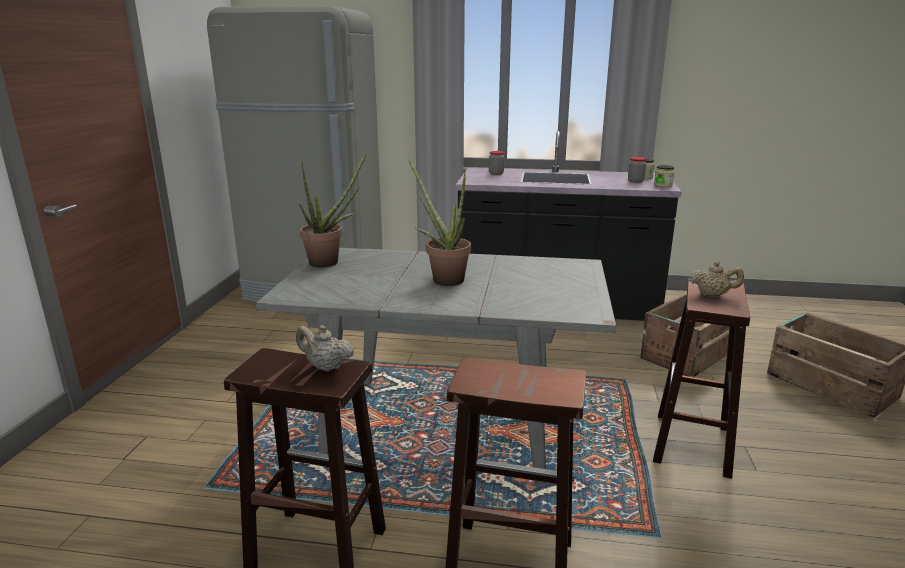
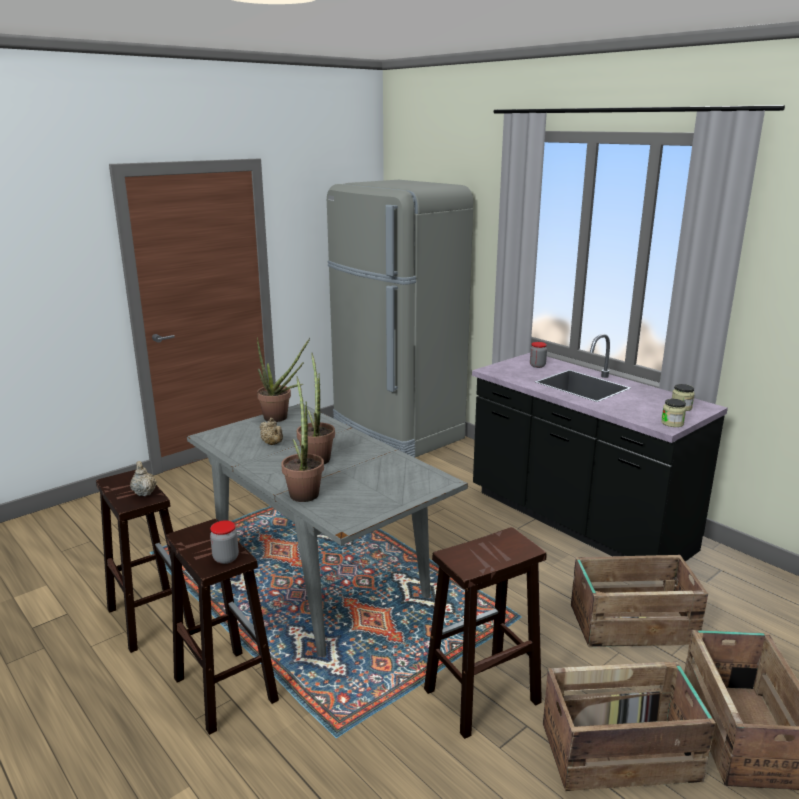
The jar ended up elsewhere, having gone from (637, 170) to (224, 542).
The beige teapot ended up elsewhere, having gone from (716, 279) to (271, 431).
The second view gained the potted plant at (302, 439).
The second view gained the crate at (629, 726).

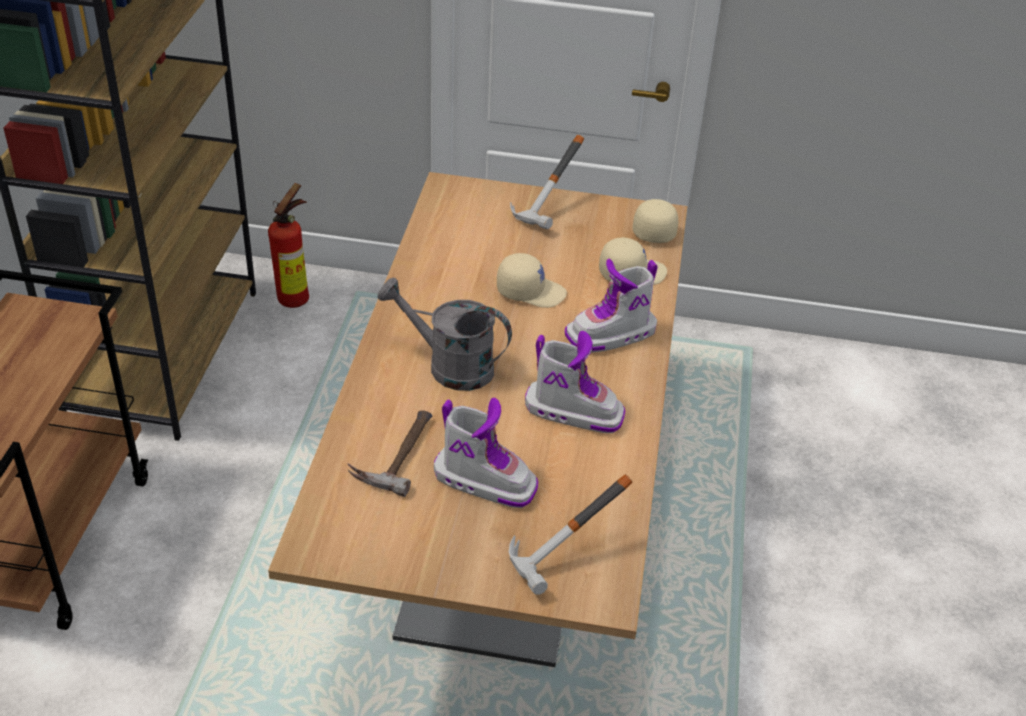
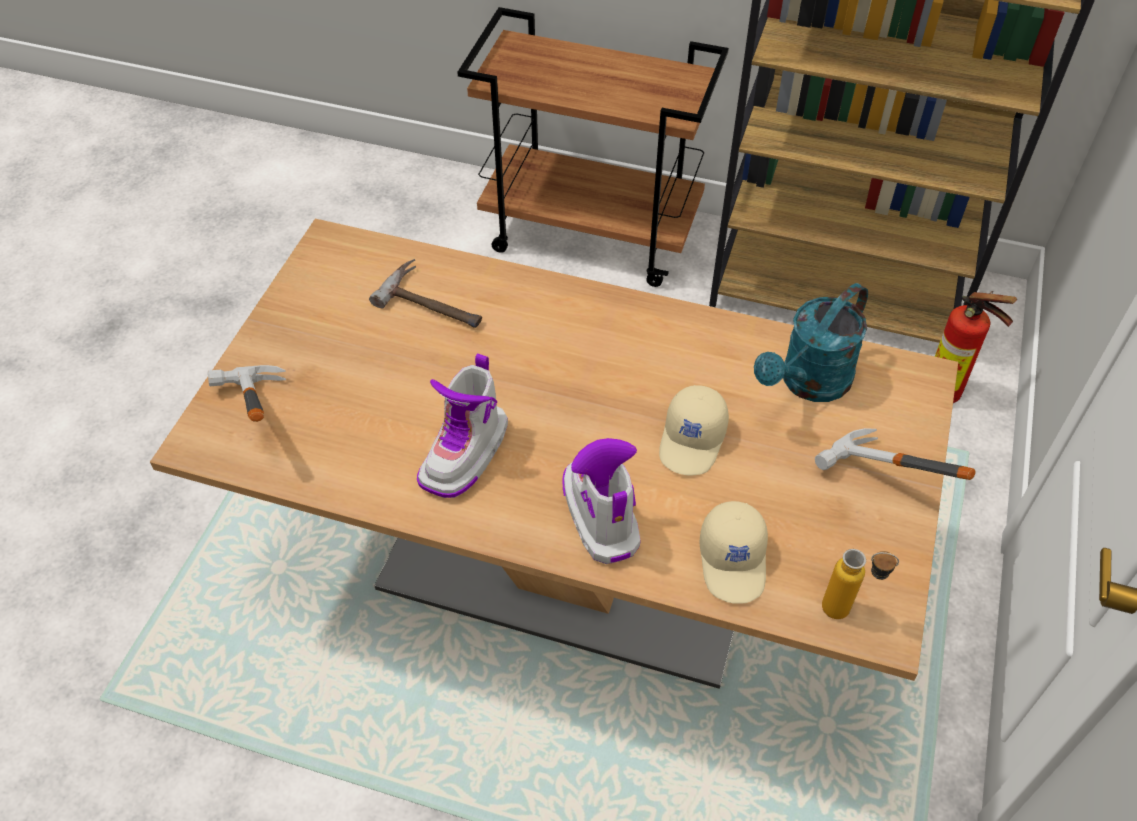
Where the beige cap stood at (655, 221), the bottle came to stand at (860, 584).
The second view lost the grey watering can at (444, 334).
The second view lost the boot at (486, 453).
The second view gained the turquoise watering can at (811, 342).

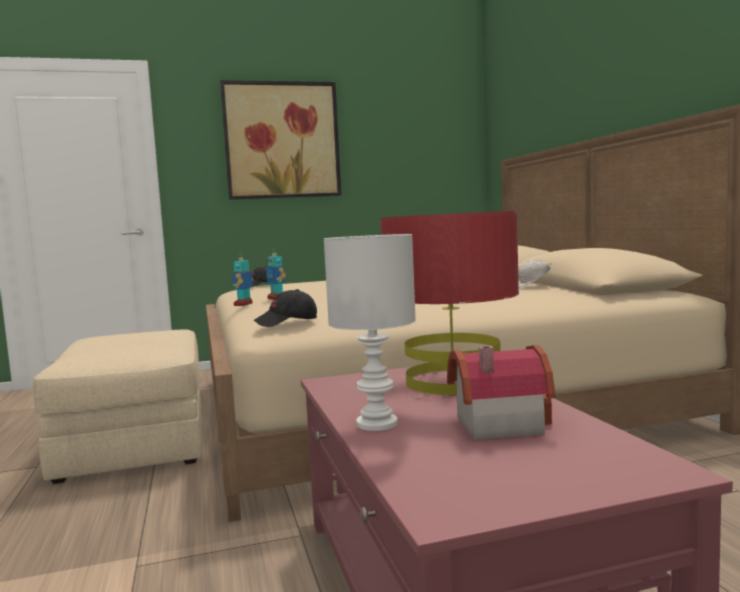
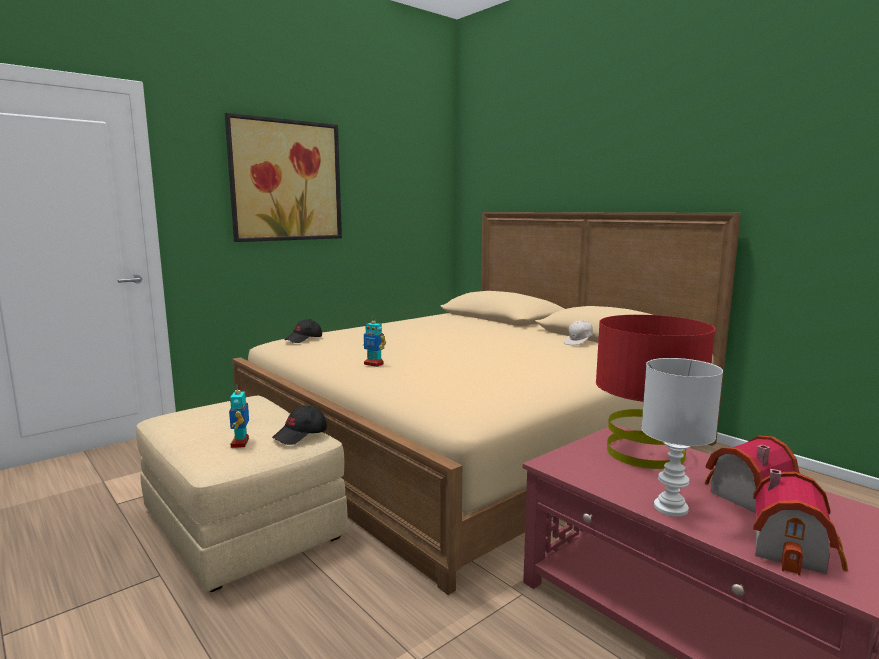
The toy robot ended up elsewhere, having gone from (242, 279) to (239, 416).
The black cap ended up elsewhere, having gone from (285, 308) to (299, 425).
The second view gained the toy house at (800, 522).

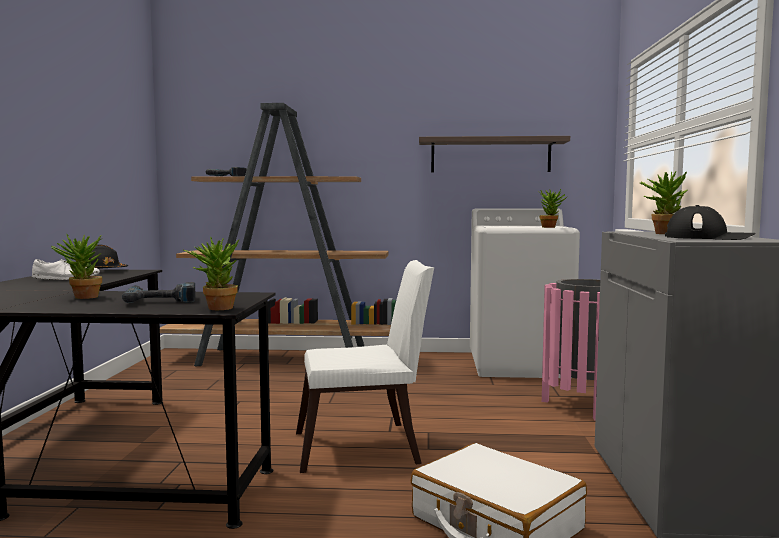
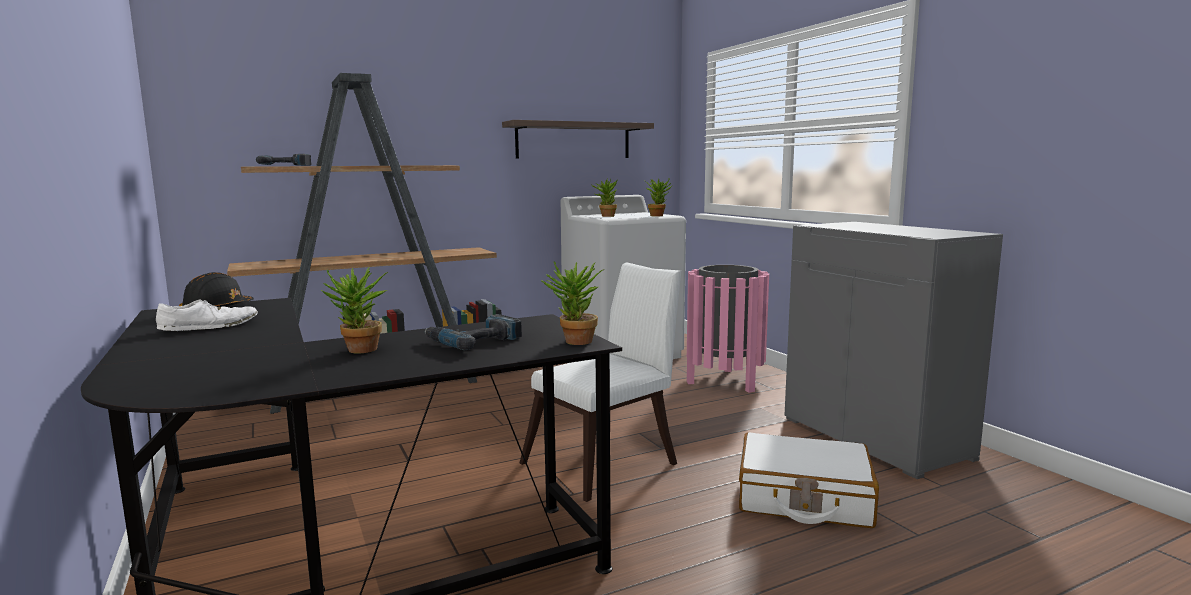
The potted plant ended up elsewhere, having gone from (663, 202) to (605, 197).
The second view lost the black cap at (710, 222).

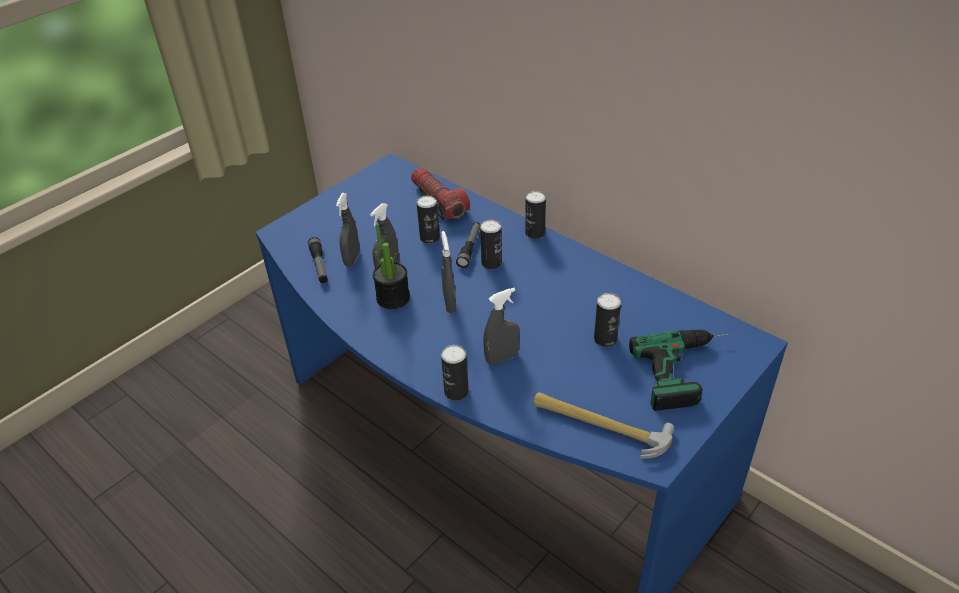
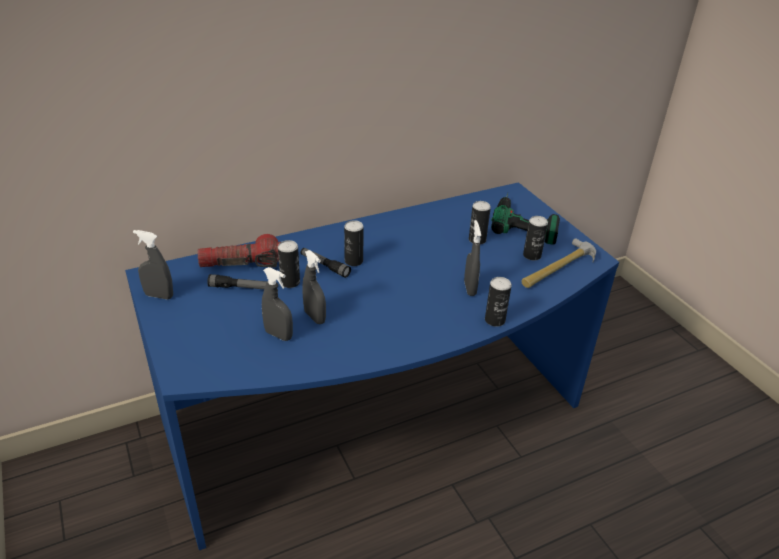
The can ended up elsewhere, having gone from (535, 215) to (535, 238).
The second view lost the potted plant at (391, 266).
The grey spray bottle ended up elsewhere, having gone from (448, 272) to (153, 265).
The flashlight ended up elsewhere, having gone from (317, 260) to (237, 281).

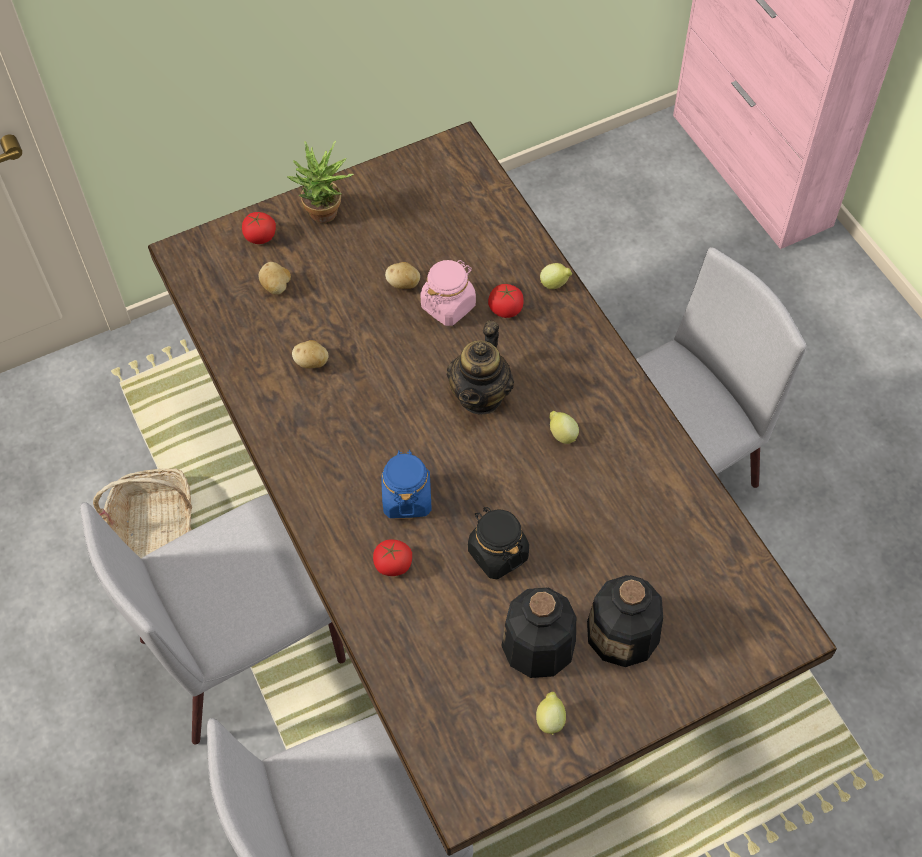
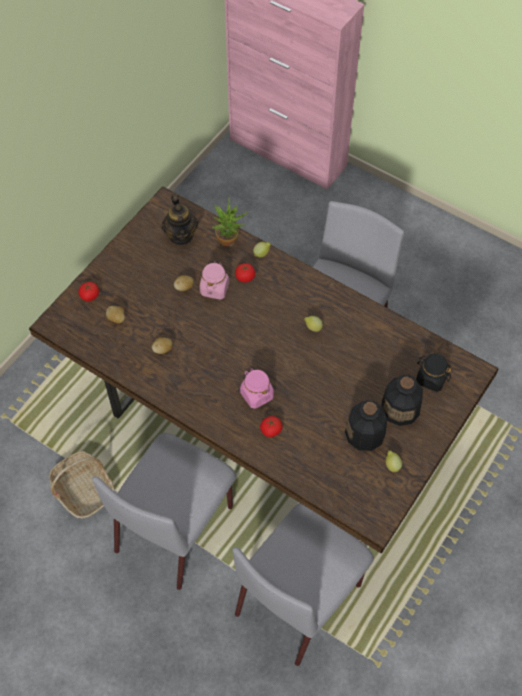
The potted plant ended up elsewhere, having gone from (320, 182) to (230, 222).
The teapot ended up elsewhere, having gone from (480, 367) to (180, 219).
What was the blue jar at (407, 484) turned into the pink jar at (257, 388).
The black jar ended up elsewhere, having gone from (498, 543) to (434, 372).

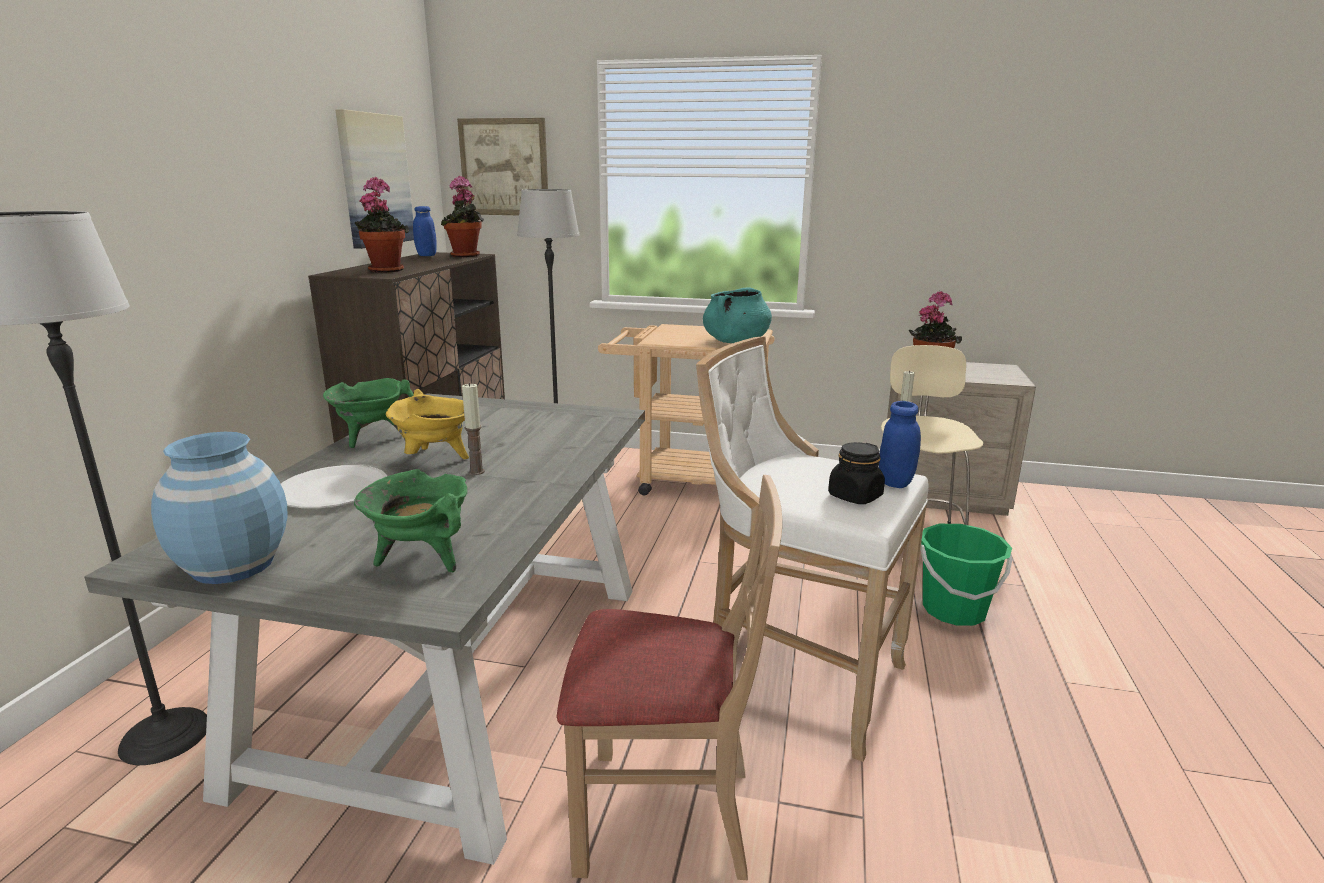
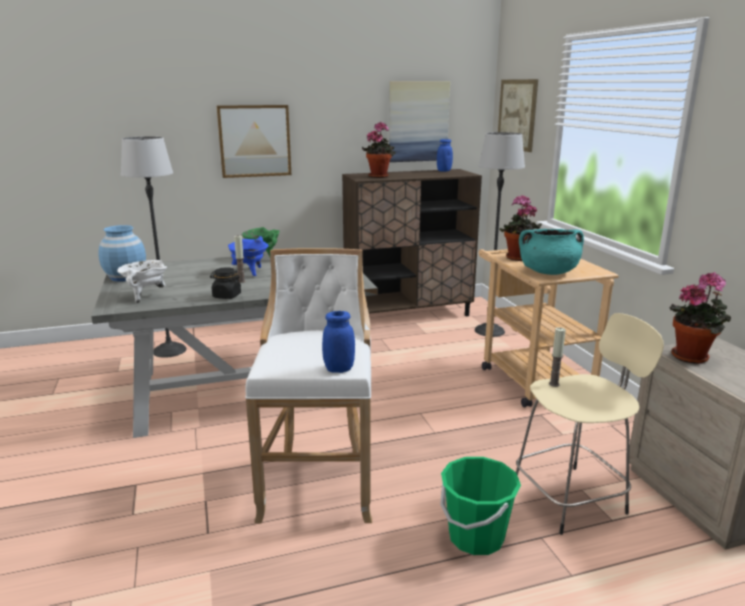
The potted plant ended up elsewhere, having gone from (462, 216) to (521, 228).
What was the yellow cooking pot at (427, 424) turned into the blue cooking pot at (248, 256).
The black jar ended up elsewhere, having gone from (856, 473) to (225, 283).
The second view lost the white plate at (334, 486).
What was the green cooking pot at (410, 520) turned into the white cooking pot at (142, 282).
The second view lost the beige chair at (669, 677).
The second view gained the picture at (254, 141).

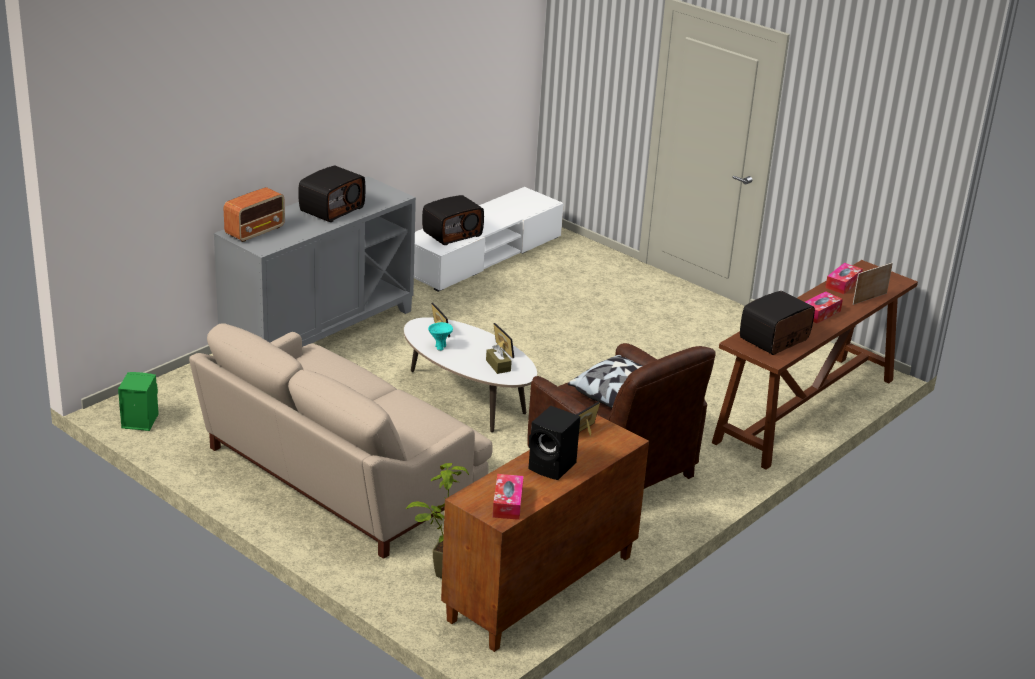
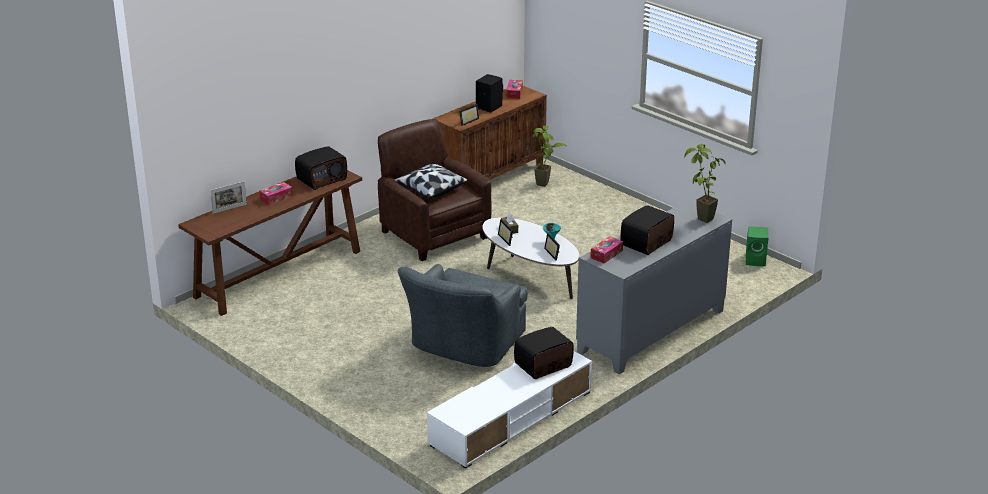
Where the radio stood at (254, 214), the potted plant came to stand at (705, 183).
The tissue box ended up elsewhere, having gone from (844, 278) to (606, 249).
The second view lost the beige sofa at (341, 441).
The second view gained the grey armchair at (463, 315).

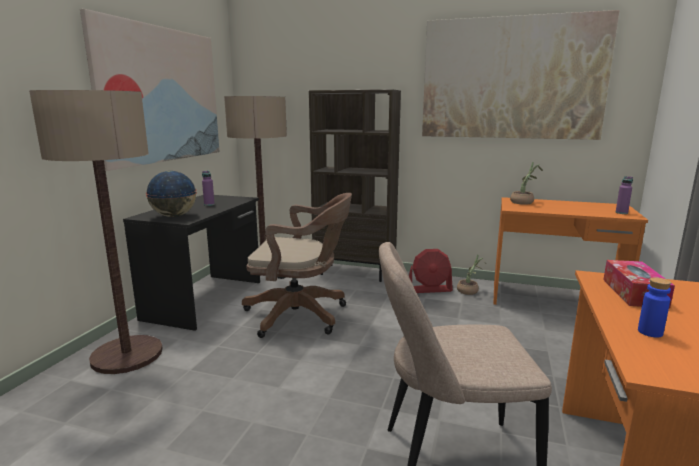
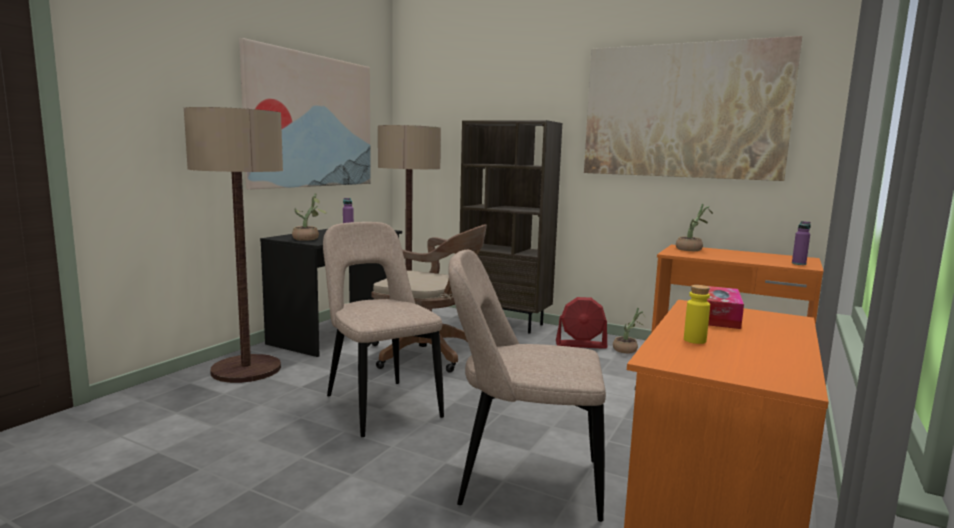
Where the globe stood at (171, 194), the potted plant came to stand at (309, 217).
What was the blue bottle at (654, 307) turned into the yellow bottle at (697, 314).
The second view gained the beige chair at (383, 329).

